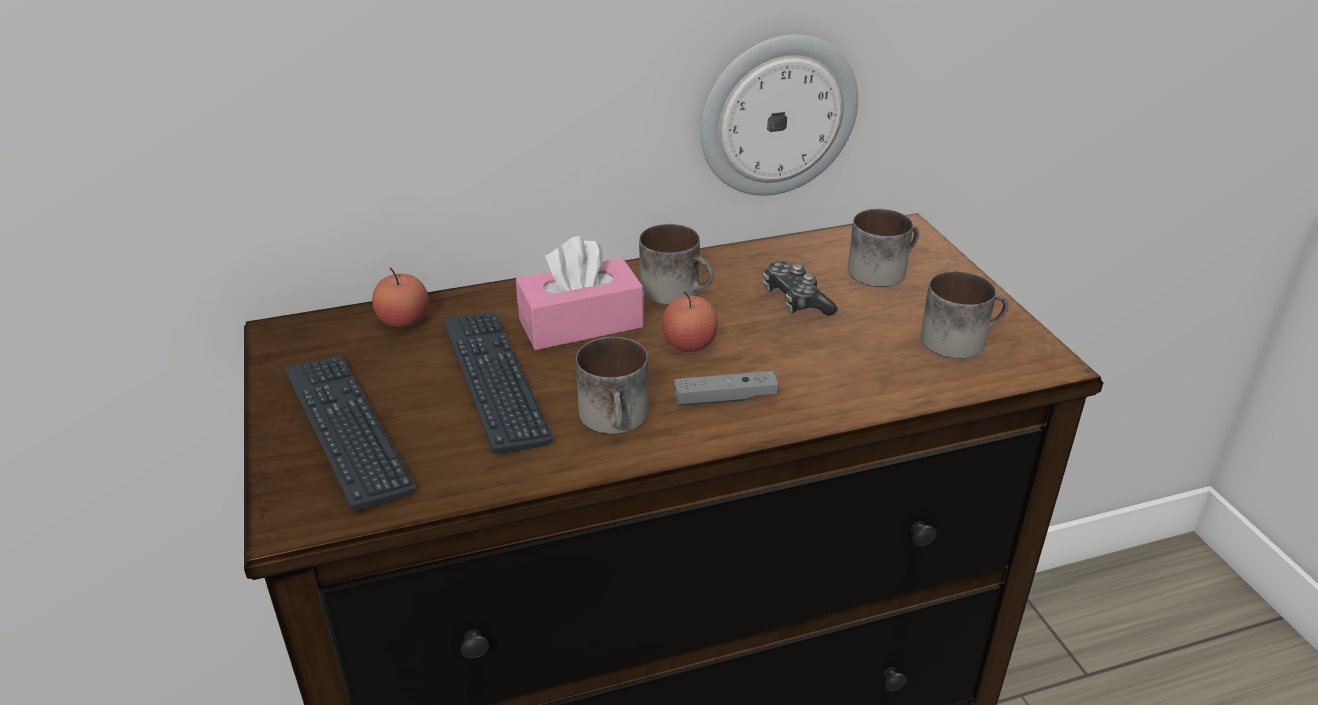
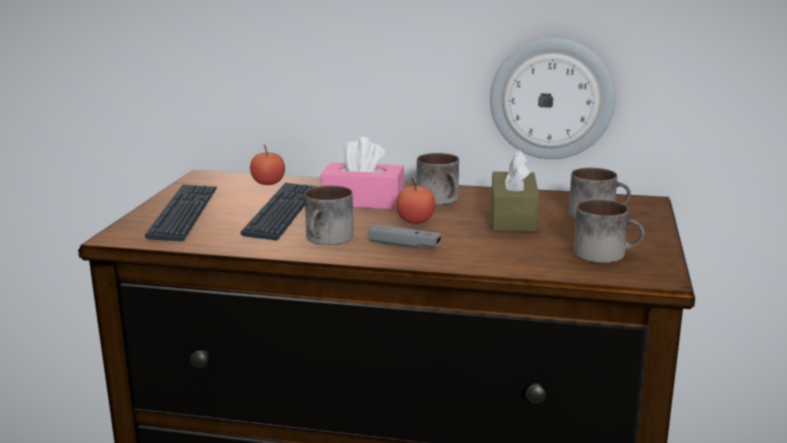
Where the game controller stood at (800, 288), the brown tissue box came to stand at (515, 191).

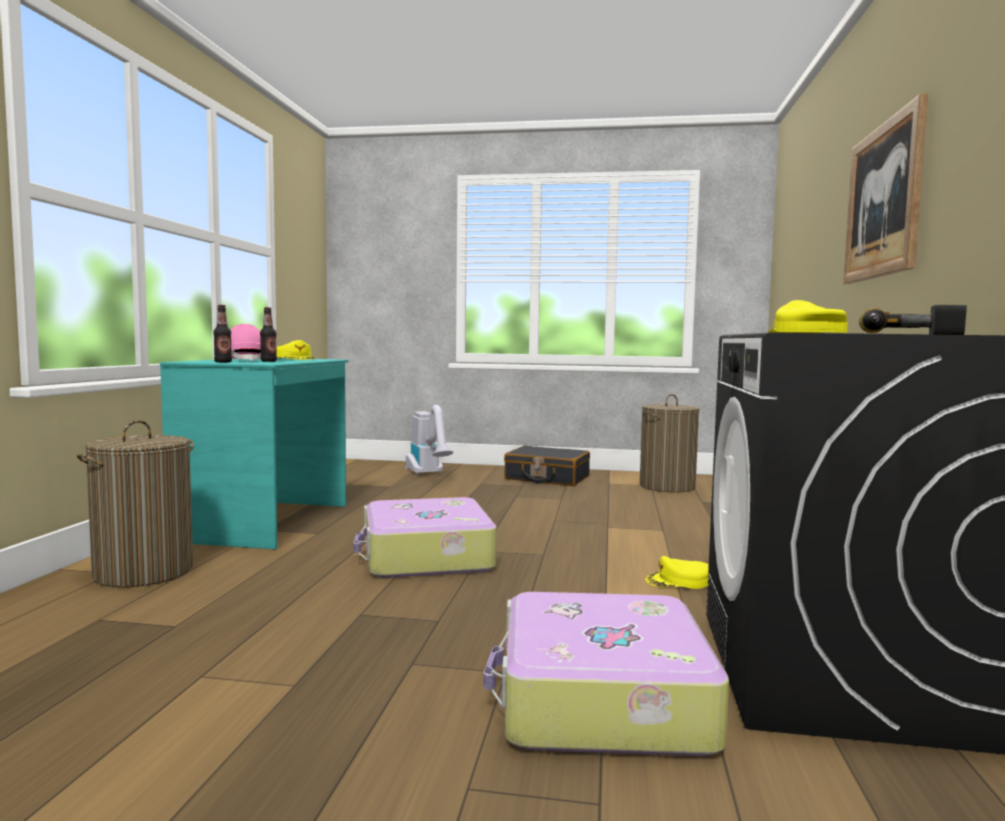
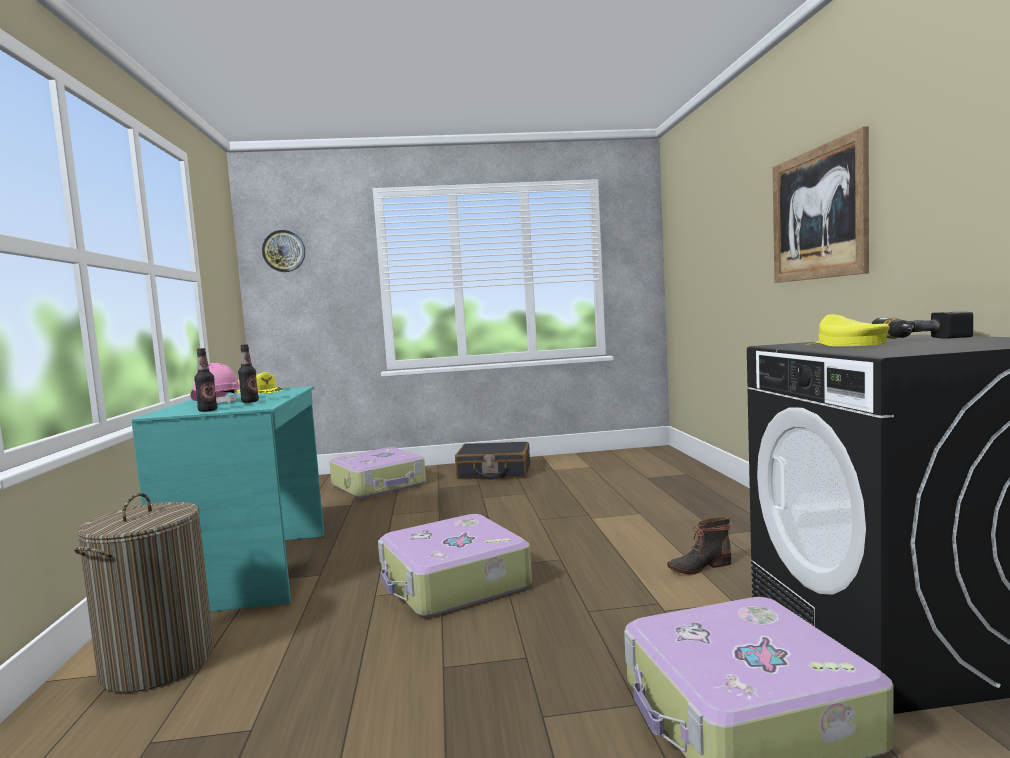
The second view lost the laundry basket at (669, 443).
Where the vacuum cleaner stood at (429, 440), the suitcase came to stand at (378, 472).
Where the yellow cap stood at (677, 572), the boot came to stand at (699, 546).
The second view gained the wall clock at (283, 251).

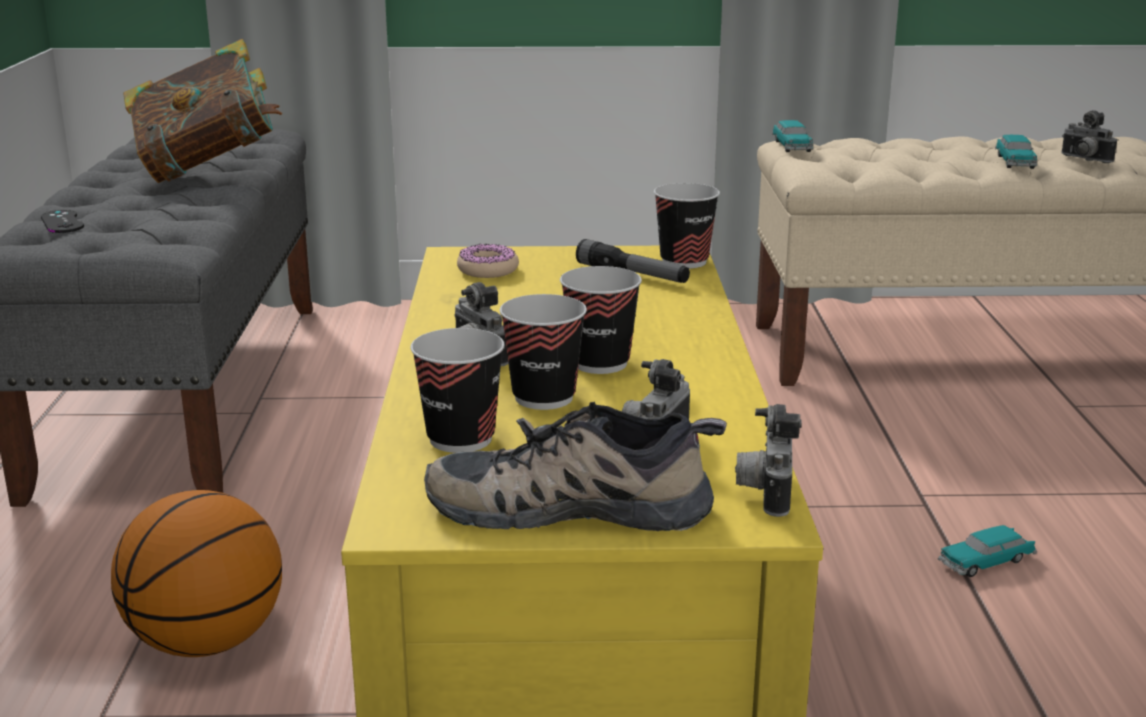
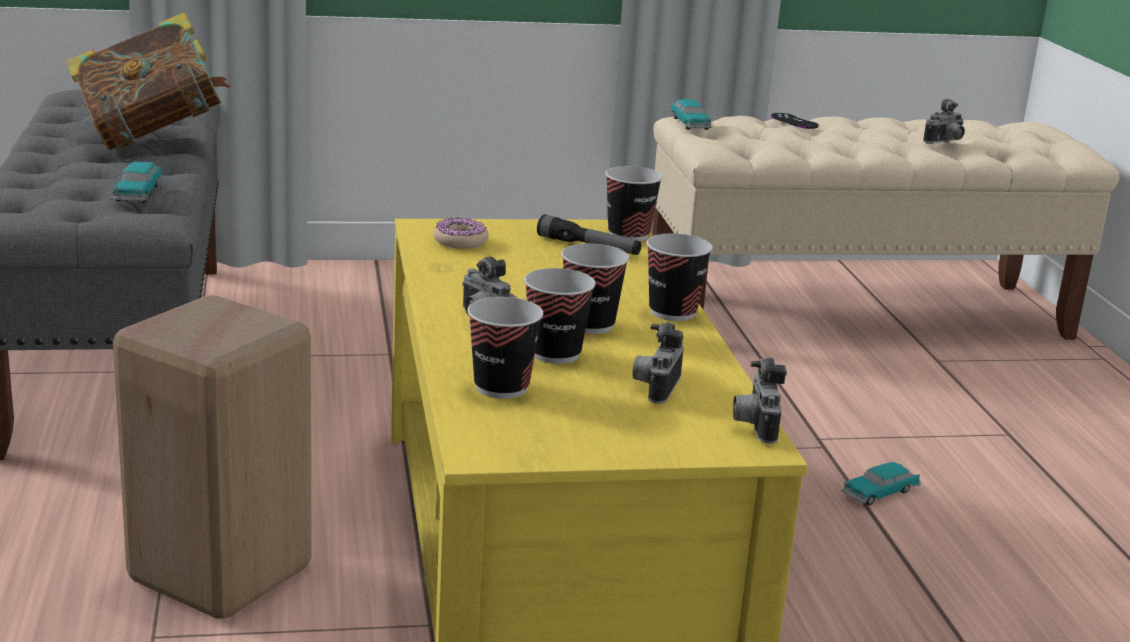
The photo camera at (1089, 136) ended up facing another way, 75 degrees counterclockwise from before.
The toy car ended up elsewhere, having gone from (1016, 152) to (138, 182).
The black game controller ended up elsewhere, having gone from (62, 221) to (795, 121).
The second view lost the shoe at (575, 466).
Where the basketball stood at (196, 573), the beige stool came to stand at (212, 457).
The second view gained the cup at (679, 277).

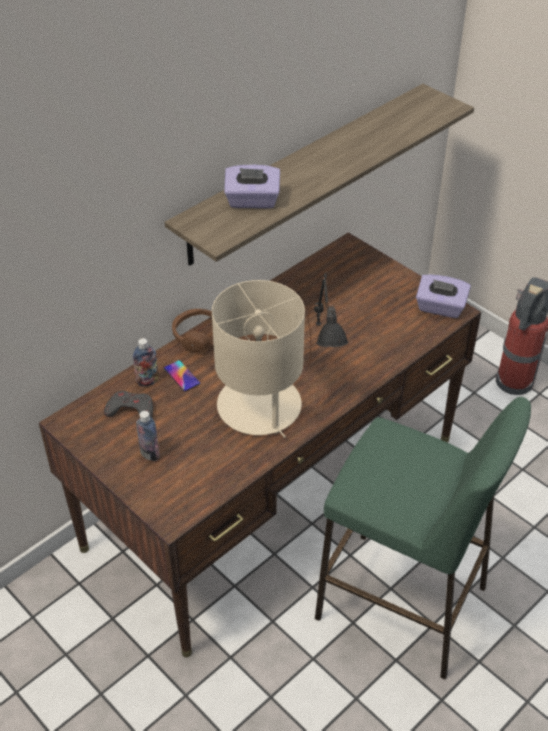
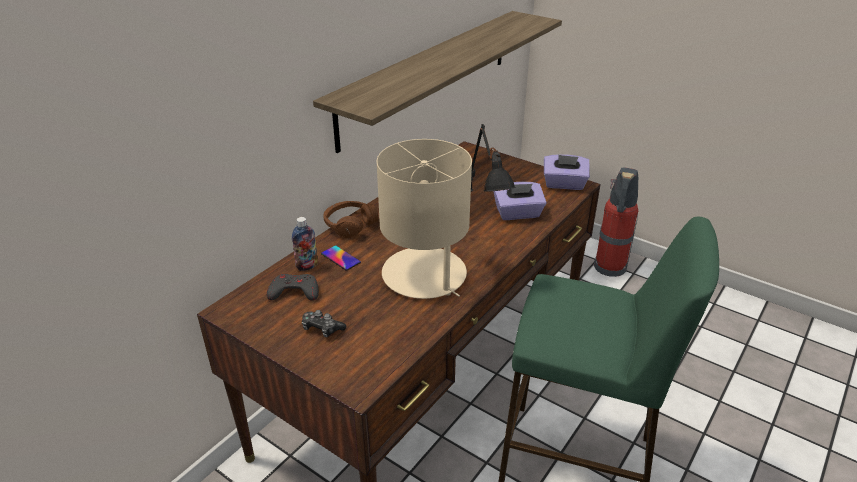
The purple tissue box ended up elsewhere, having gone from (252, 186) to (519, 201).
Where the bottle stood at (148, 436), the game controller came to stand at (324, 323).

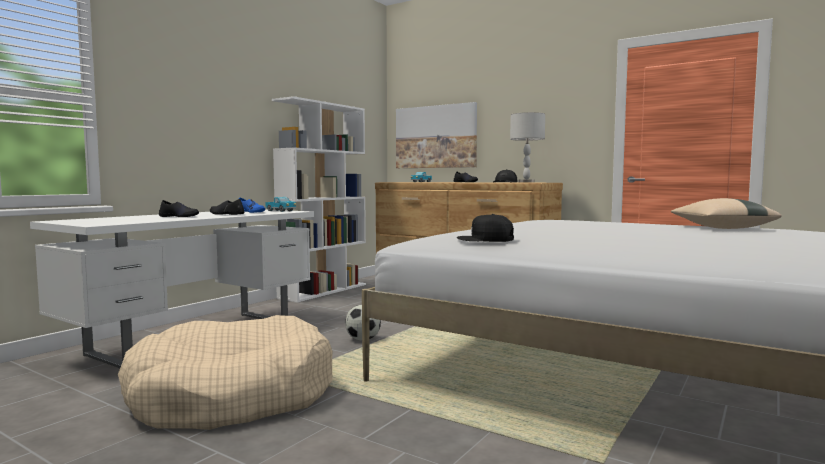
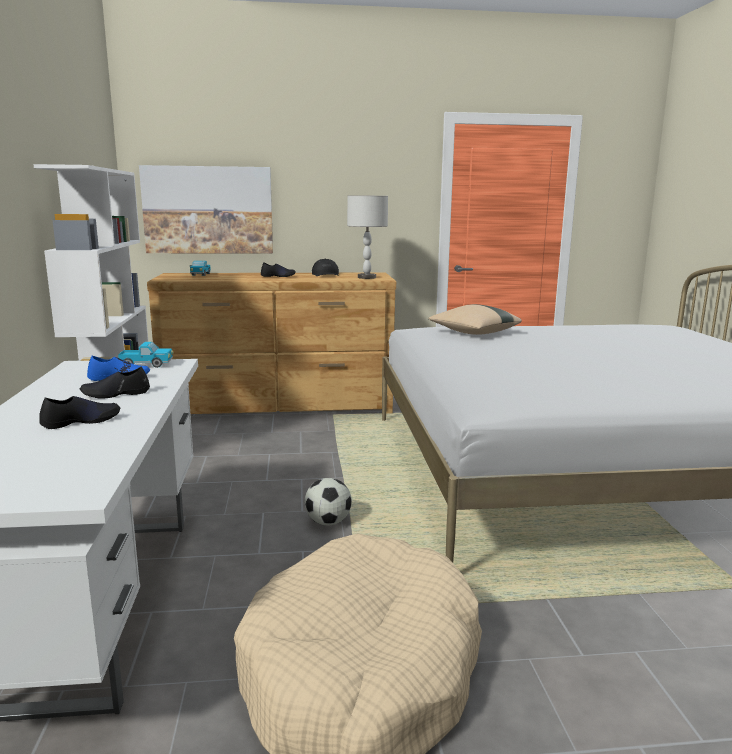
The beige pillow ended up elsewhere, having gone from (726, 213) to (475, 319).
The second view lost the black cap at (485, 228).

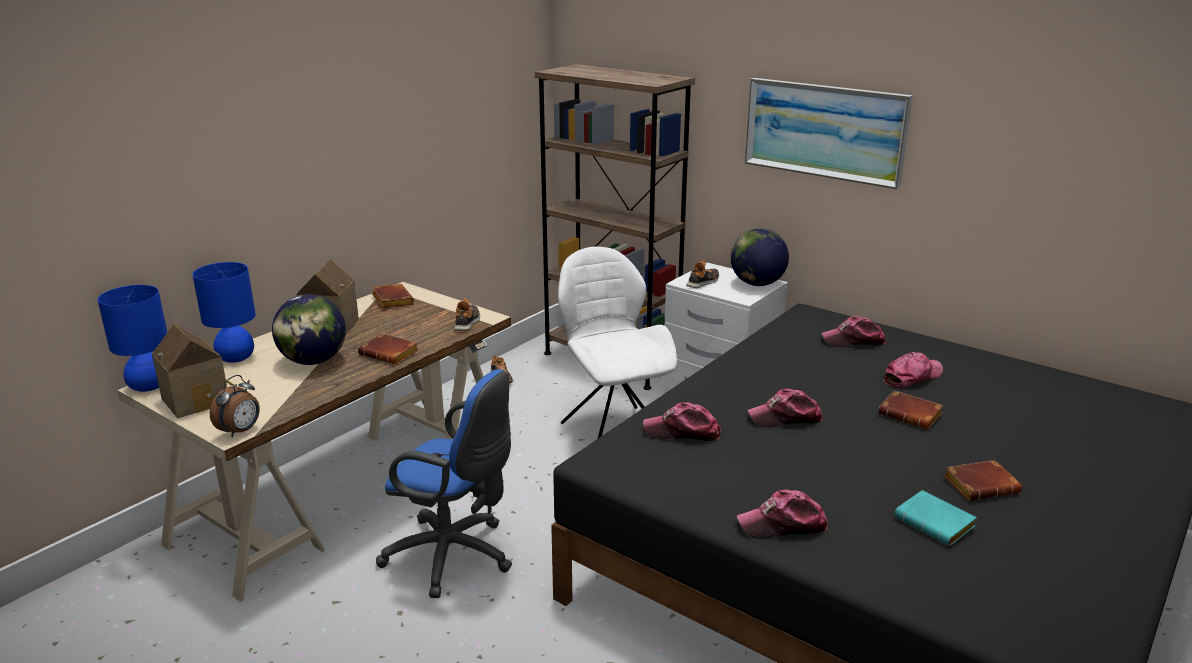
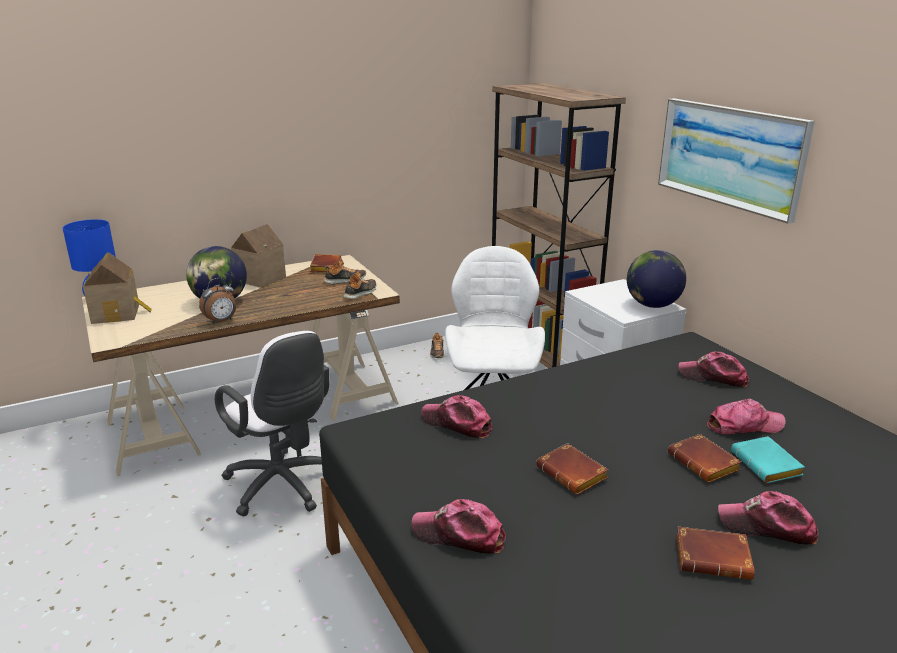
The shoe ended up elsewhere, having gone from (702, 274) to (344, 271).
The second view lost the blue table lamp at (224, 312).
The brown book ended up elsewhere, having gone from (388, 349) to (572, 469).
What was the blue office chair at (444, 483) turned into the white office chair at (272, 423).
The alarm clock ended up elsewhere, having gone from (235, 406) to (217, 301).
The cap ended up elsewhere, having gone from (784, 408) to (768, 518).
The turquoise book ended up elsewhere, having gone from (935, 518) to (768, 459).

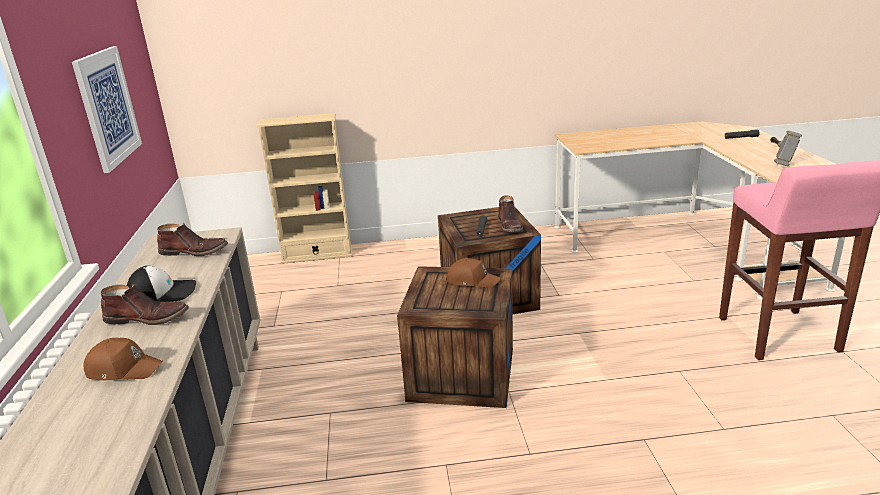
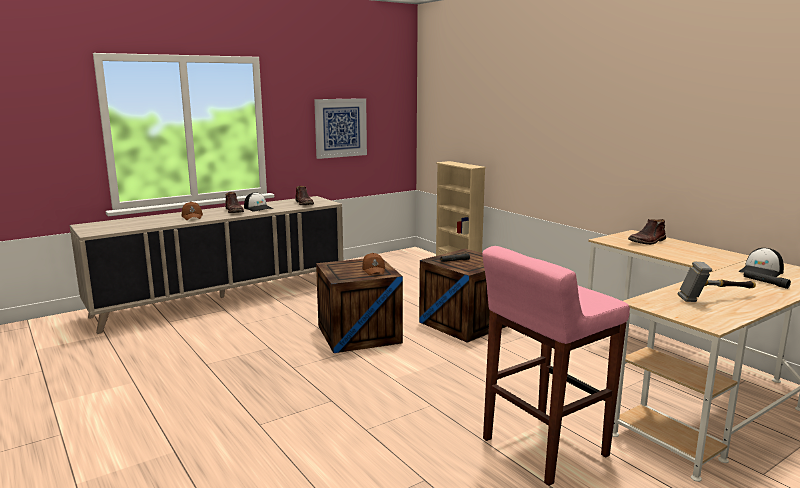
The brown boot ended up elsewhere, having gone from (510, 213) to (647, 232).
The second view gained the cap at (761, 262).

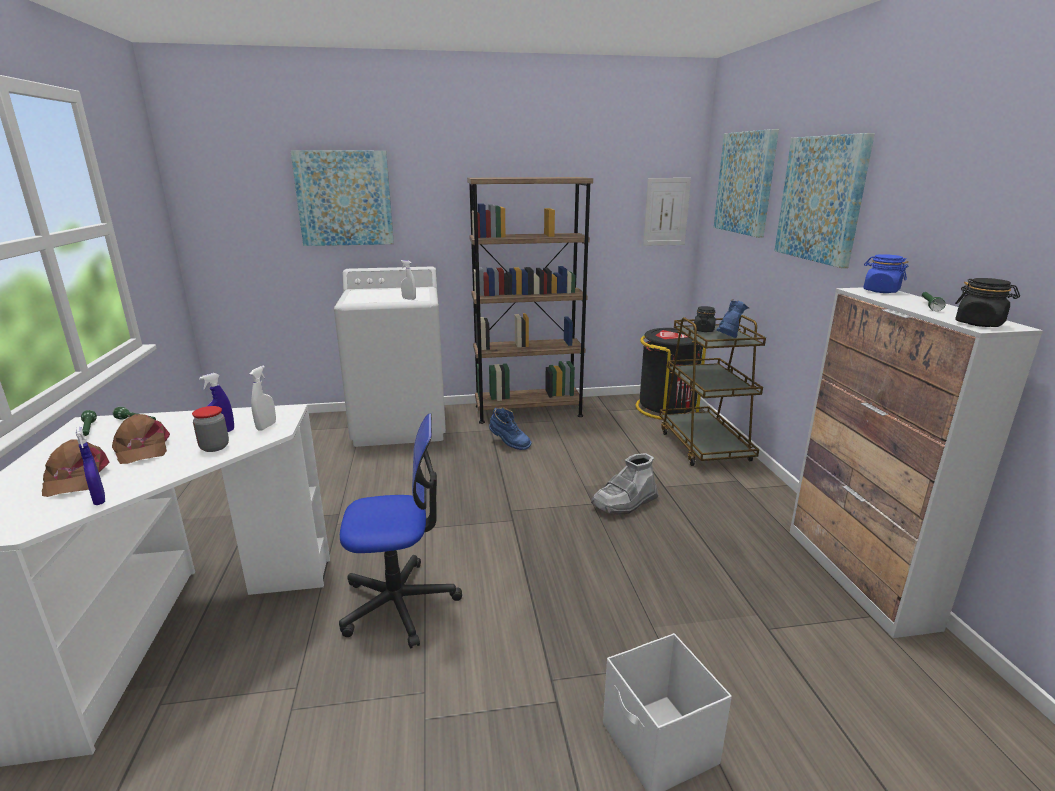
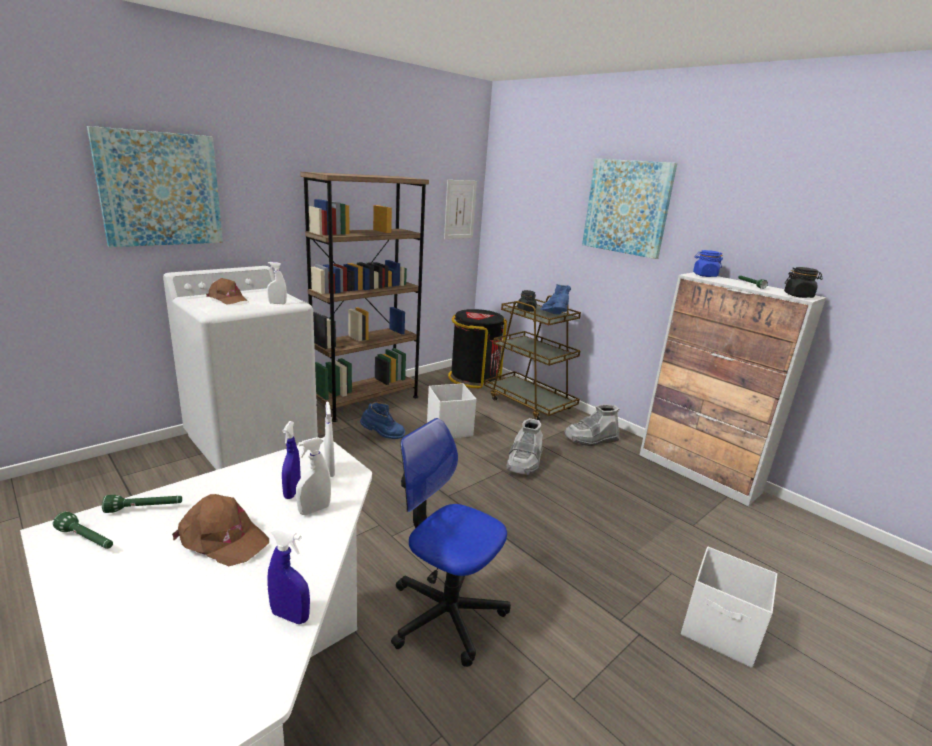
The second view lost the picture at (746, 183).
Where the jar stood at (210, 429), the white spray bottle came to stand at (313, 476).
The office chair at (400, 530) ended up facing another way, 105 degrees counterclockwise from before.
The brown cap ended up elsewhere, having gone from (76, 468) to (227, 291).
The second view gained the white storage box at (451, 410).
The second view gained the grey boot at (591, 425).

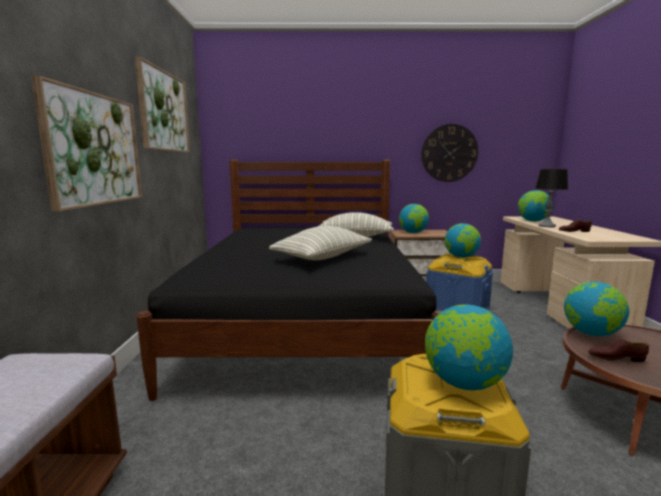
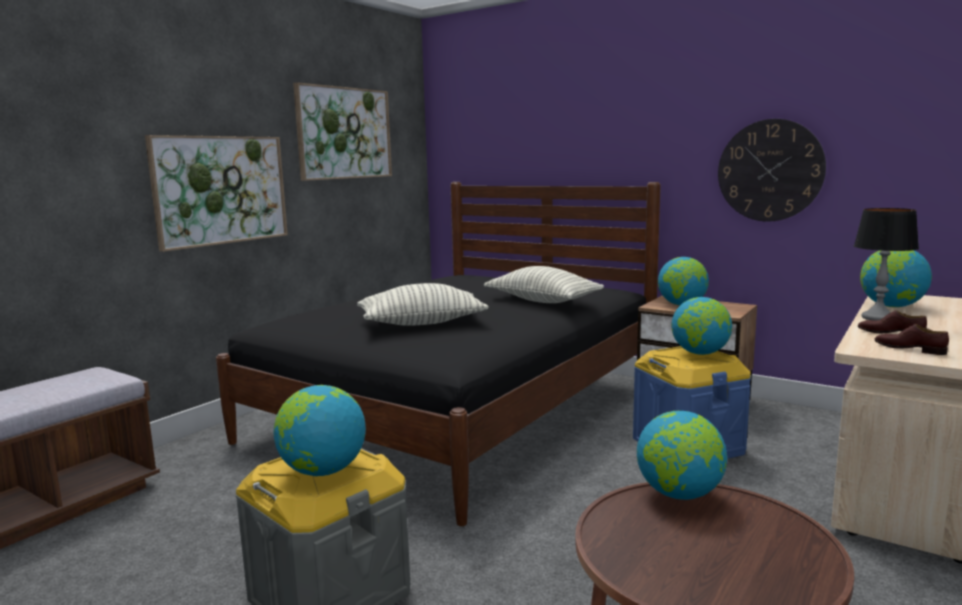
The brown shoe ended up elsewhere, having gone from (618, 350) to (912, 339).

